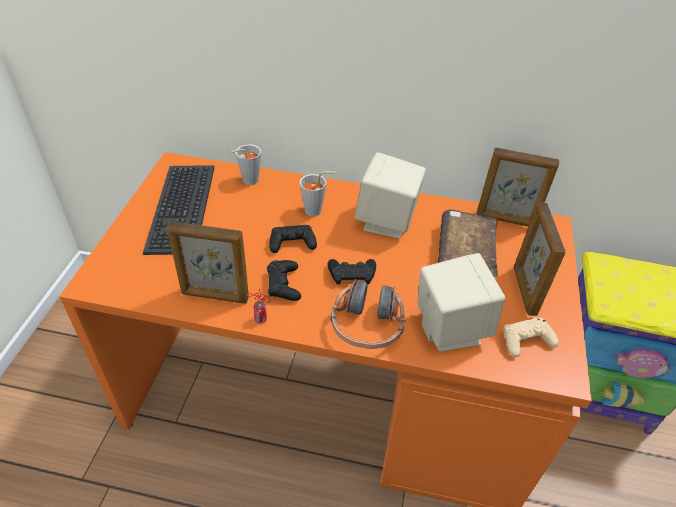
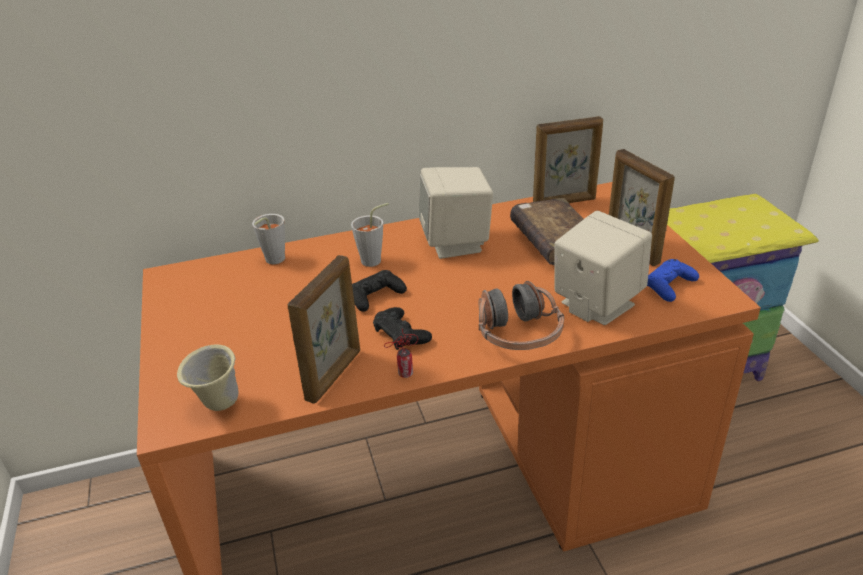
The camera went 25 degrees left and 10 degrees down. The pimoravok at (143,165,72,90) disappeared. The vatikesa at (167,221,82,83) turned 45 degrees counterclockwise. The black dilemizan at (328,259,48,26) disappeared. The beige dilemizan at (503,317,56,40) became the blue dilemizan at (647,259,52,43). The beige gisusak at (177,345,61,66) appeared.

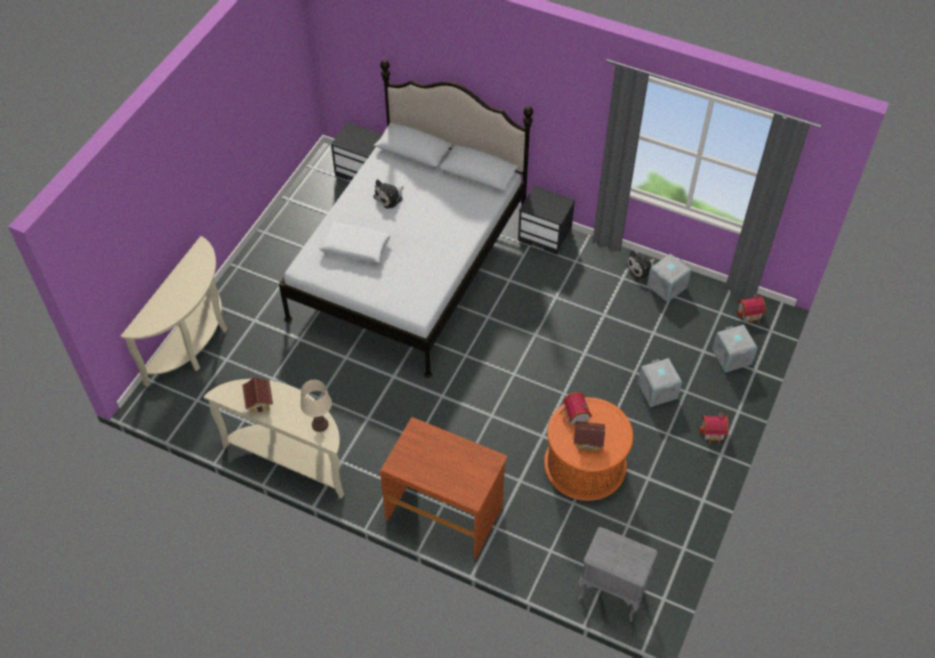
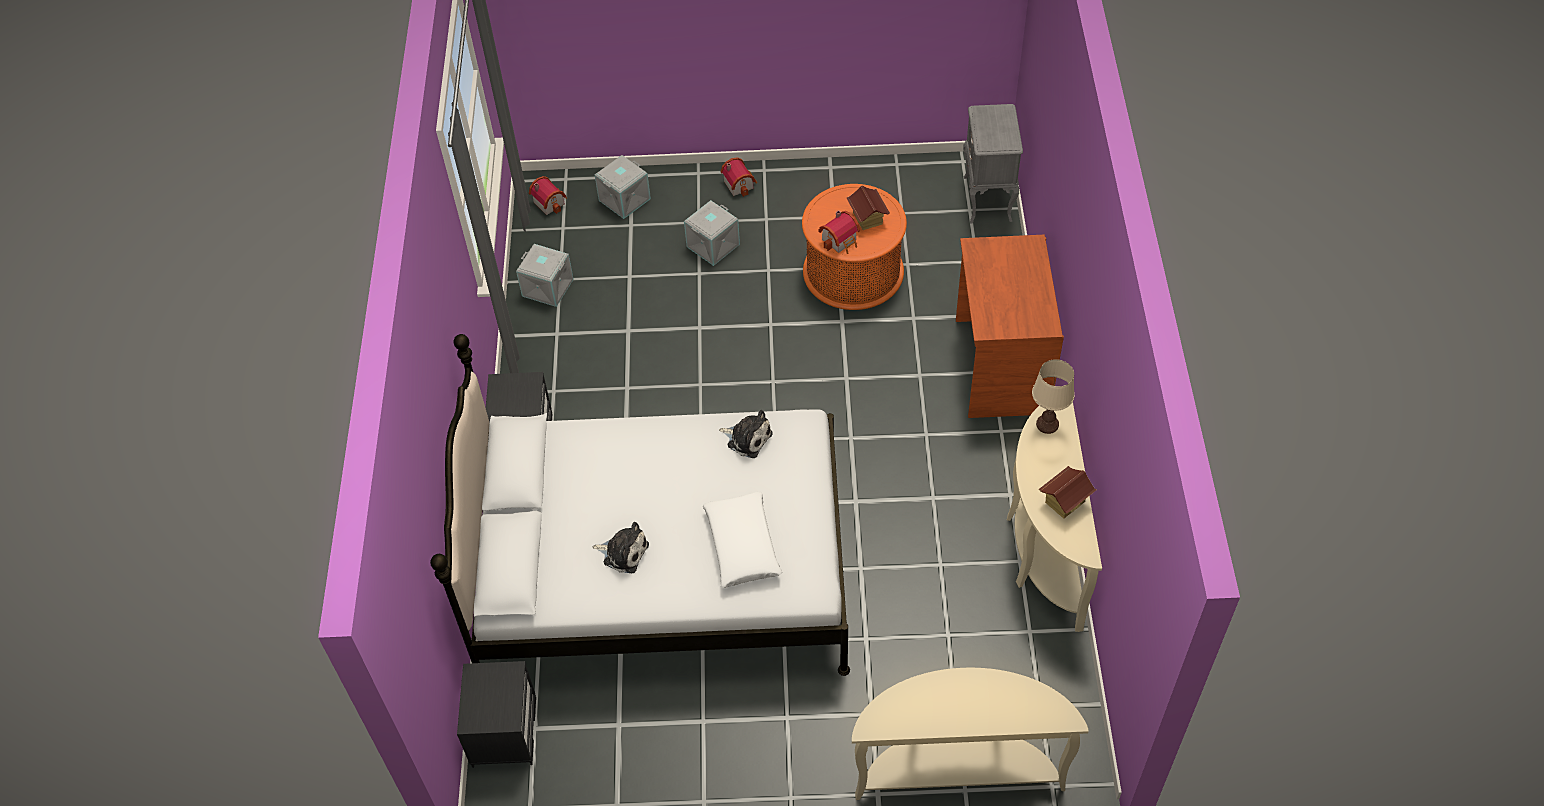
The camera went 115 degrees left and 0 degrees up. The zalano moved from (626,250,29,29) to (719,410,54,48).

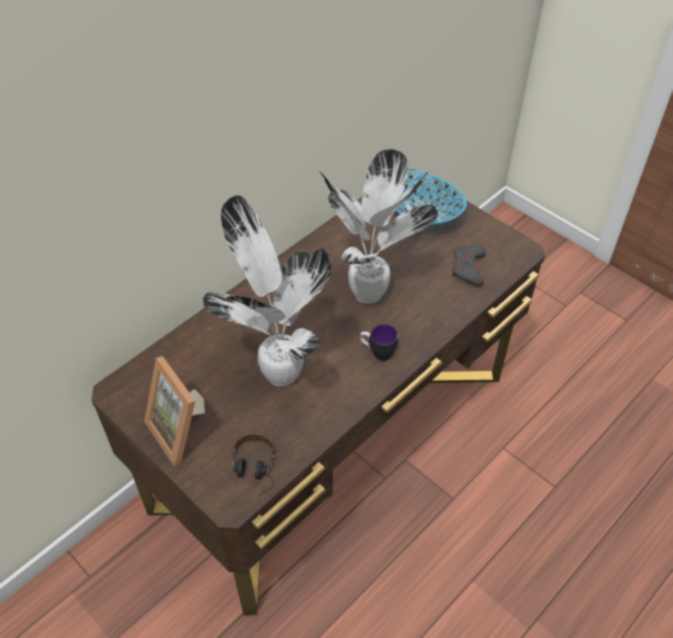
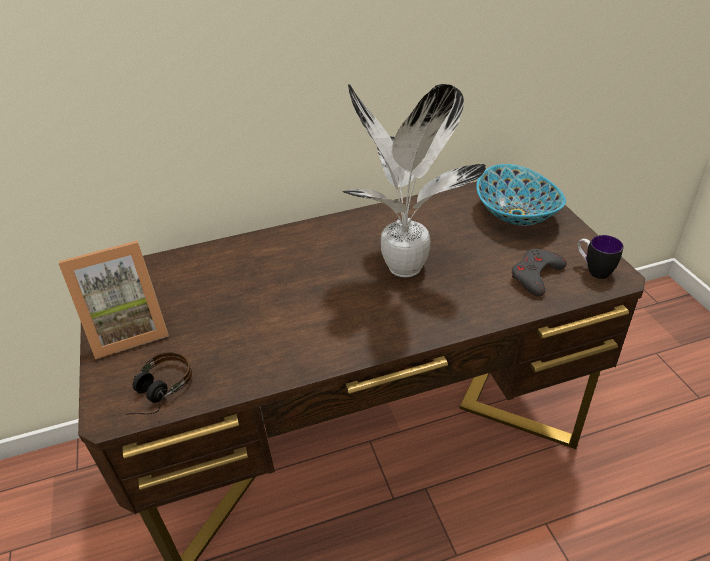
The camera went 30 degrees right and 10 degrees down. The vatikesa at (144,356,61,111) turned 105 degrees counterclockwise. The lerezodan at (203,195,128,191) disappeared. The gisusak moved from (360,324,38,37) to (577,235,46,44).

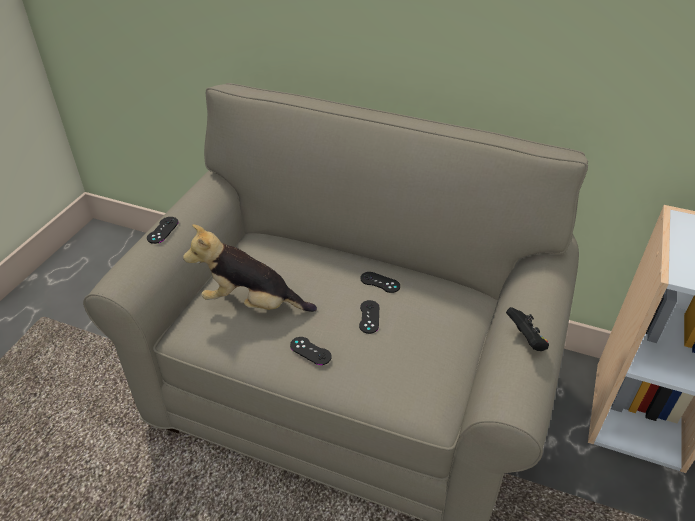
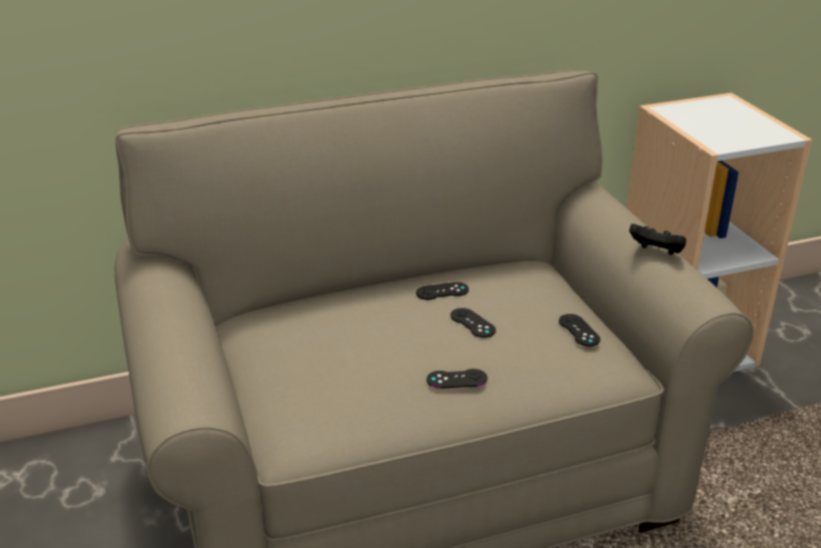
The camera went 40 degrees left and 10 degrees down. The black dilemizan moved from (147,217,32,27) to (559,314,41,33). The zalano at (183,224,134,88) disappeared.

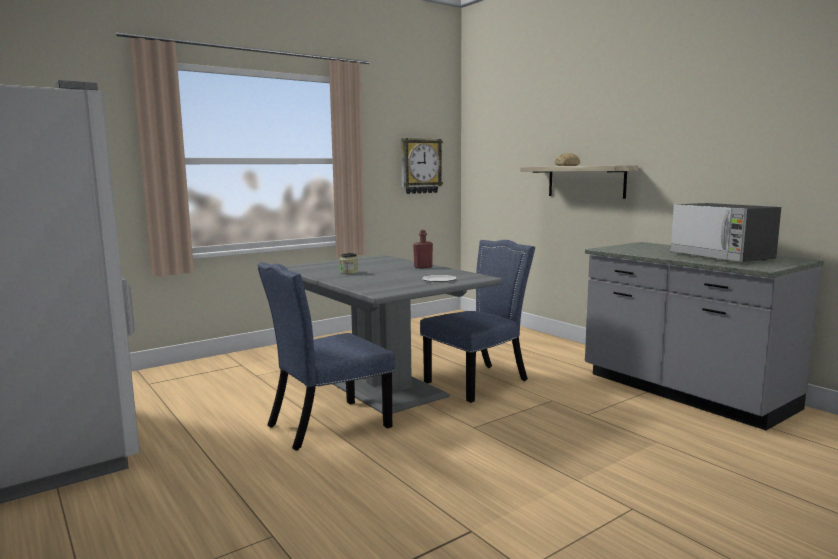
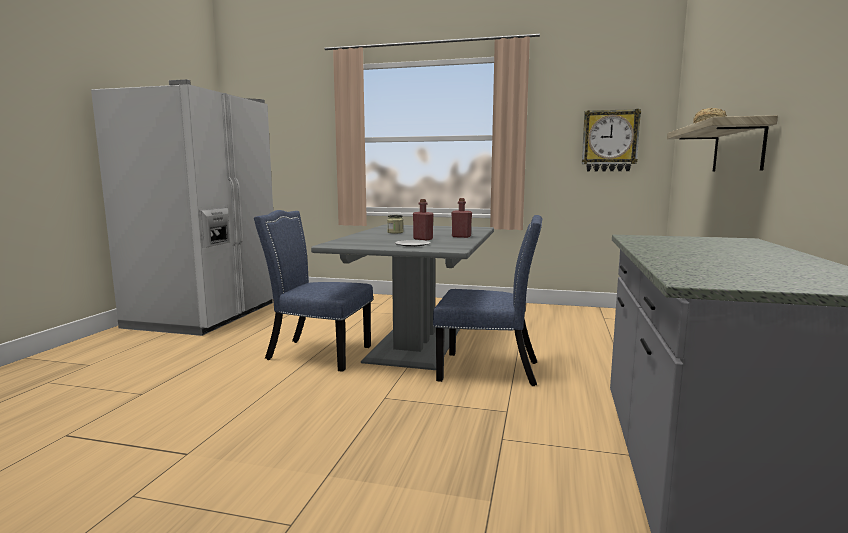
The camera went 50 degrees right and 0 degrees up. The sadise at (670,203,111,60) disappeared. The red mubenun at (413,199,20,41) appeared.

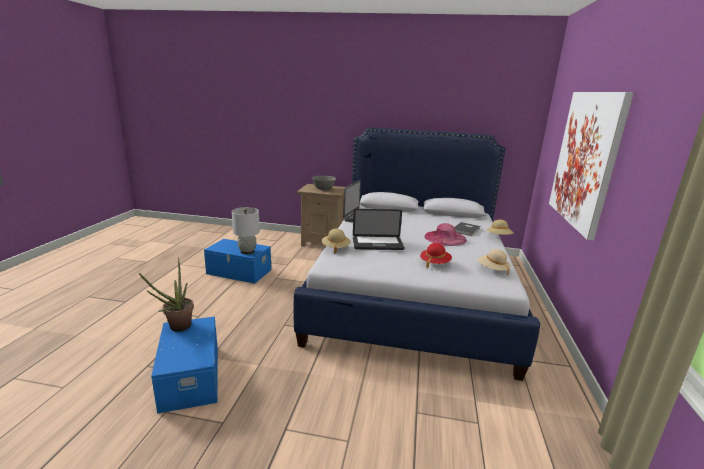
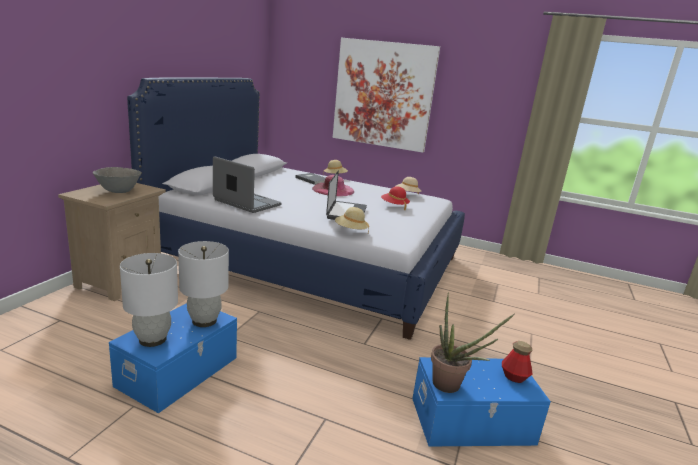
The camera went 80 degrees left and 0 degrees up. The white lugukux at (120,253,58,94) appeared. The mubenun at (502,341,31,42) appeared.

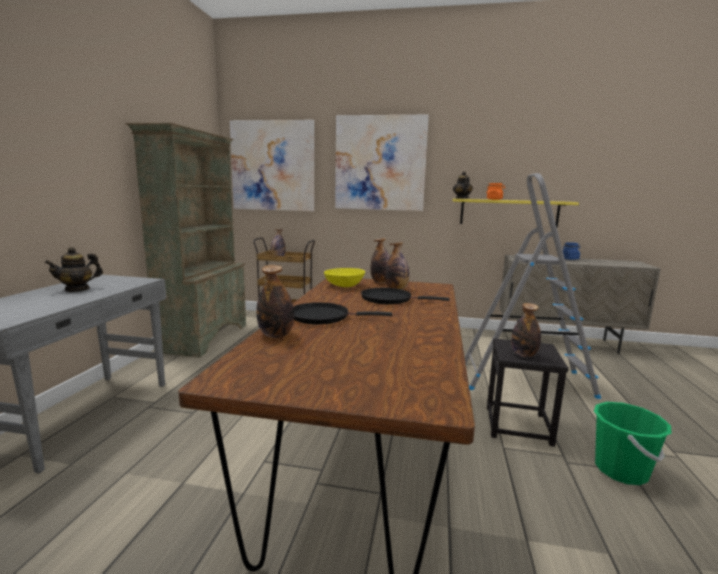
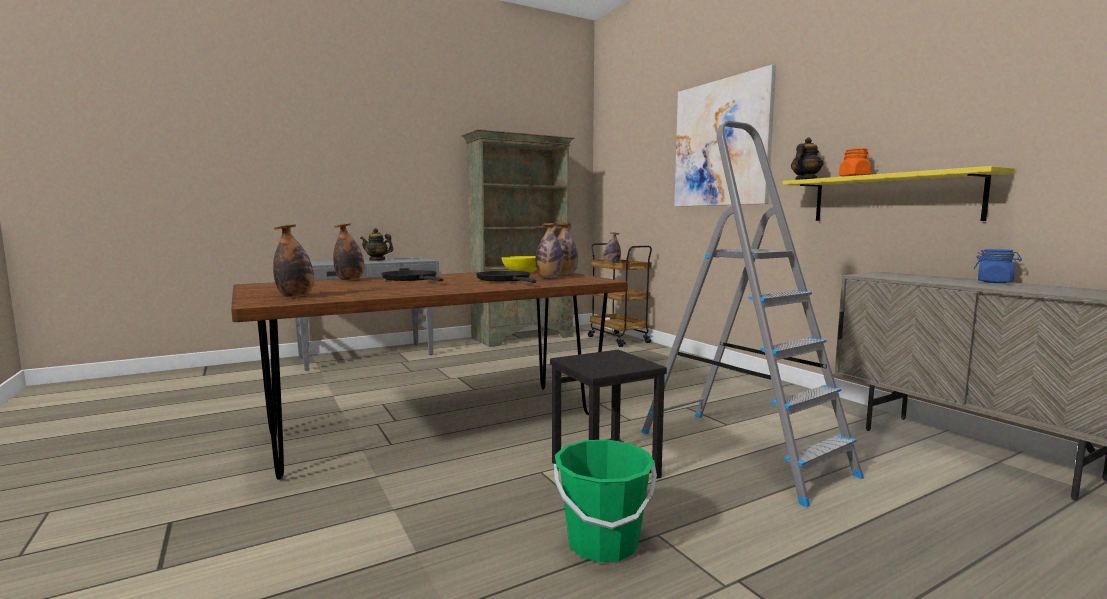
The camera went 50 degrees right and 5 degrees down. The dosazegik at (230,120,84,91) disappeared. The mubenun moved from (511,303,30,54) to (273,224,41,73).

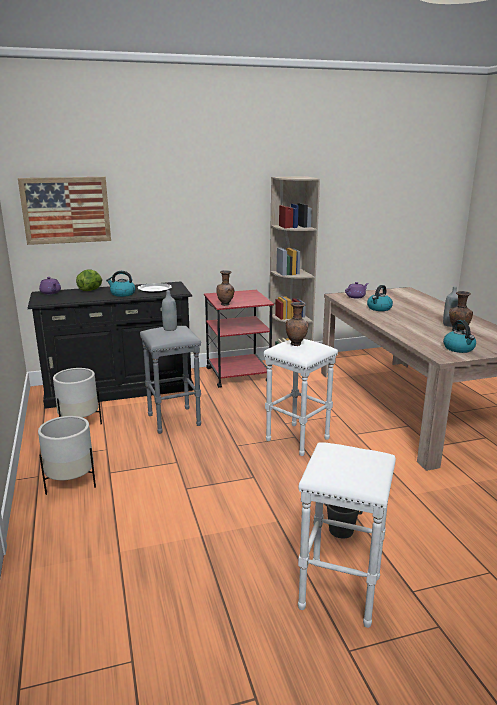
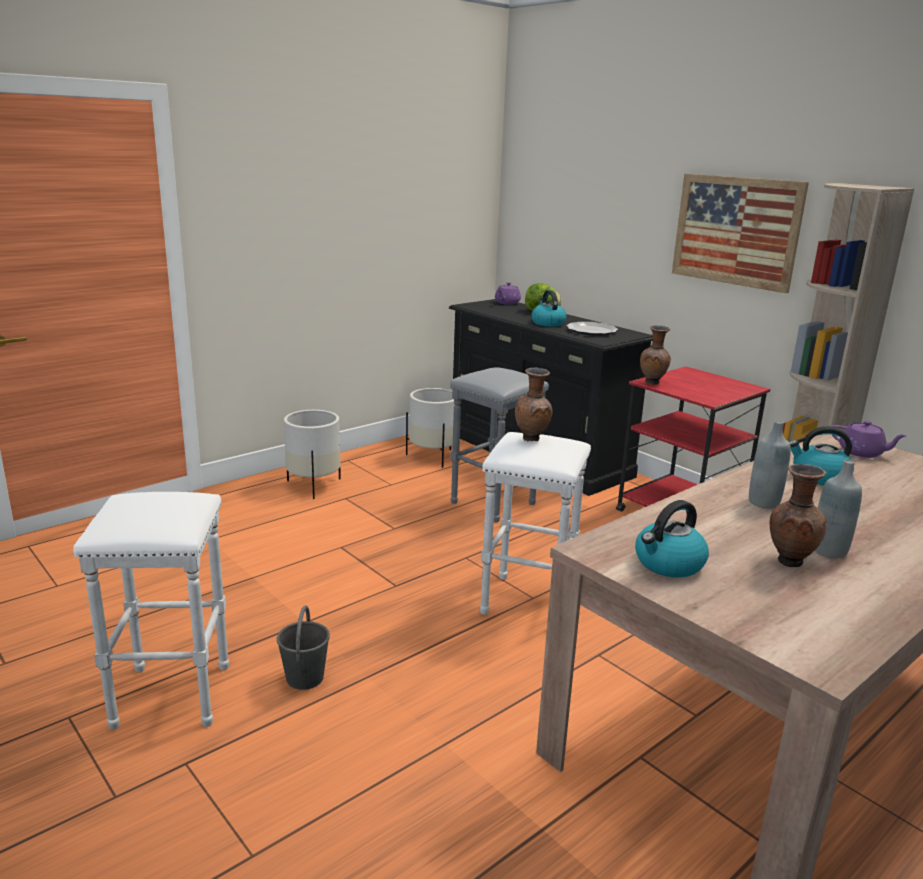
The camera went 65 degrees right and 0 degrees up. The dosazegik moved from (18,177,93,68) to (672,174,137,119). The grey mubenun moved from (162,290,15,41) to (749,421,42,88).

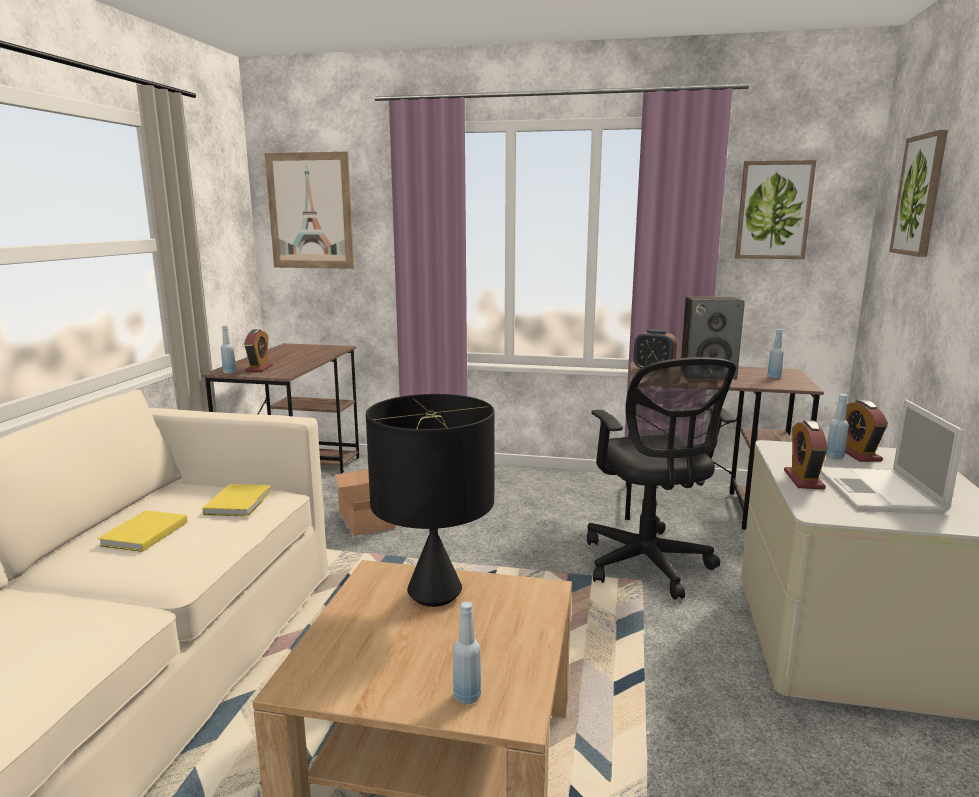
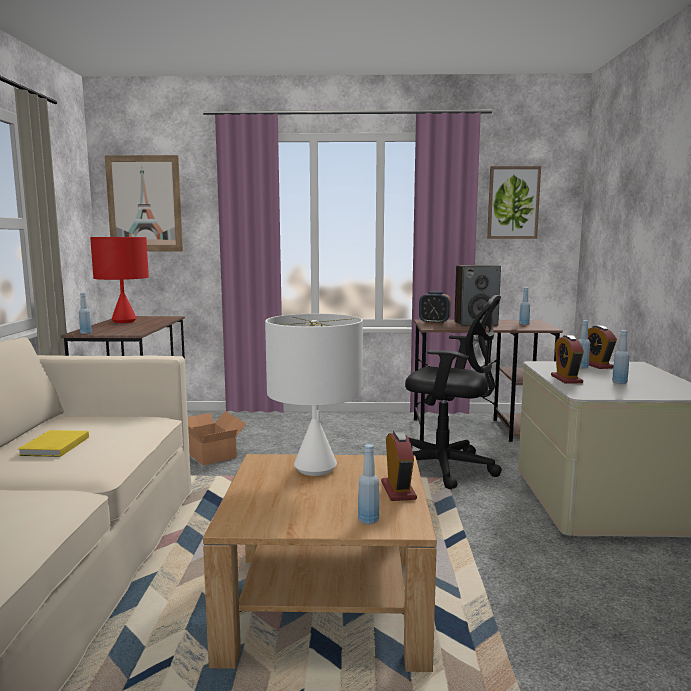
The camera went 10 degrees left and 5 degrees down. The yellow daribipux at (202,484,70,33) disappeared. The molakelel moved from (244,329,29,43) to (381,430,36,71). The black lugukux at (366,394,129,213) became the white lugukux at (265,314,98,162). The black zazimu at (587,357,149,243) turned 45 degrees counterclockwise. The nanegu at (820,400,145,114) was replaced by the blue mubenun at (612,330,18,54). The dosazegik at (889,130,59,127) disappeared. The red lugukux at (90,237,59,86) appeared.

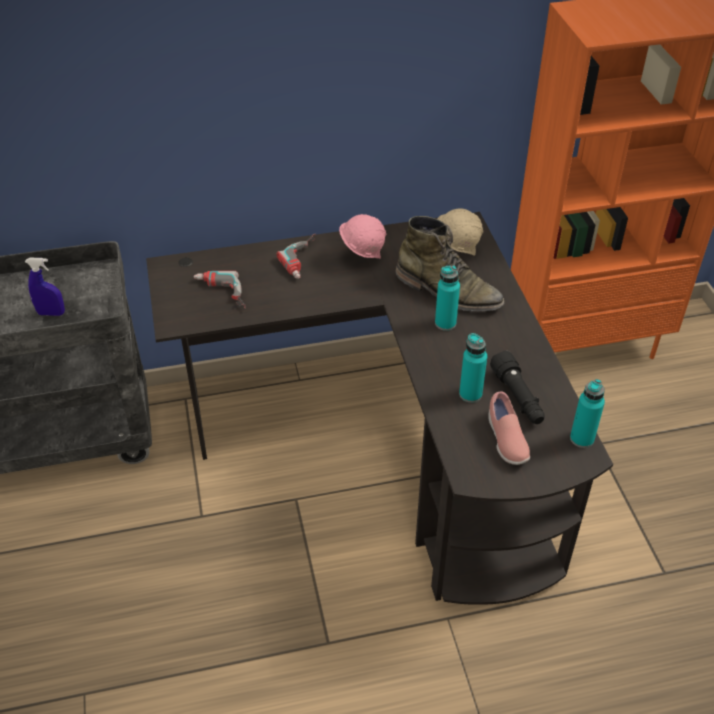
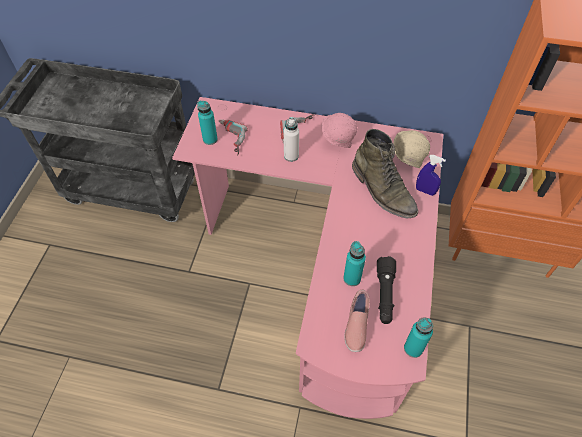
The camera went 25 degrees right and 10 degrees up. The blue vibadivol moved from (25,258,40,58) to (416,155,30,41). The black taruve at (146,212,467,393) became the pink taruve at (172,97,271,322). The turquoise mubenun moved from (435,265,25,66) to (197,101,21,44). The white mubenun at (284,117,15,45) appeared.

